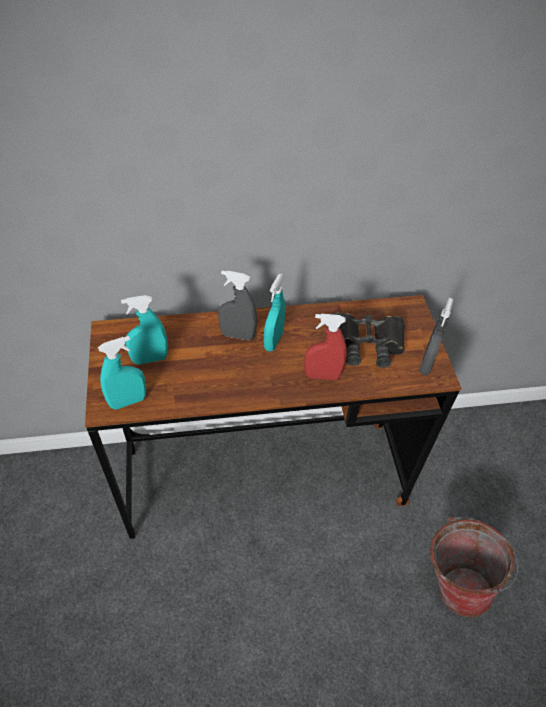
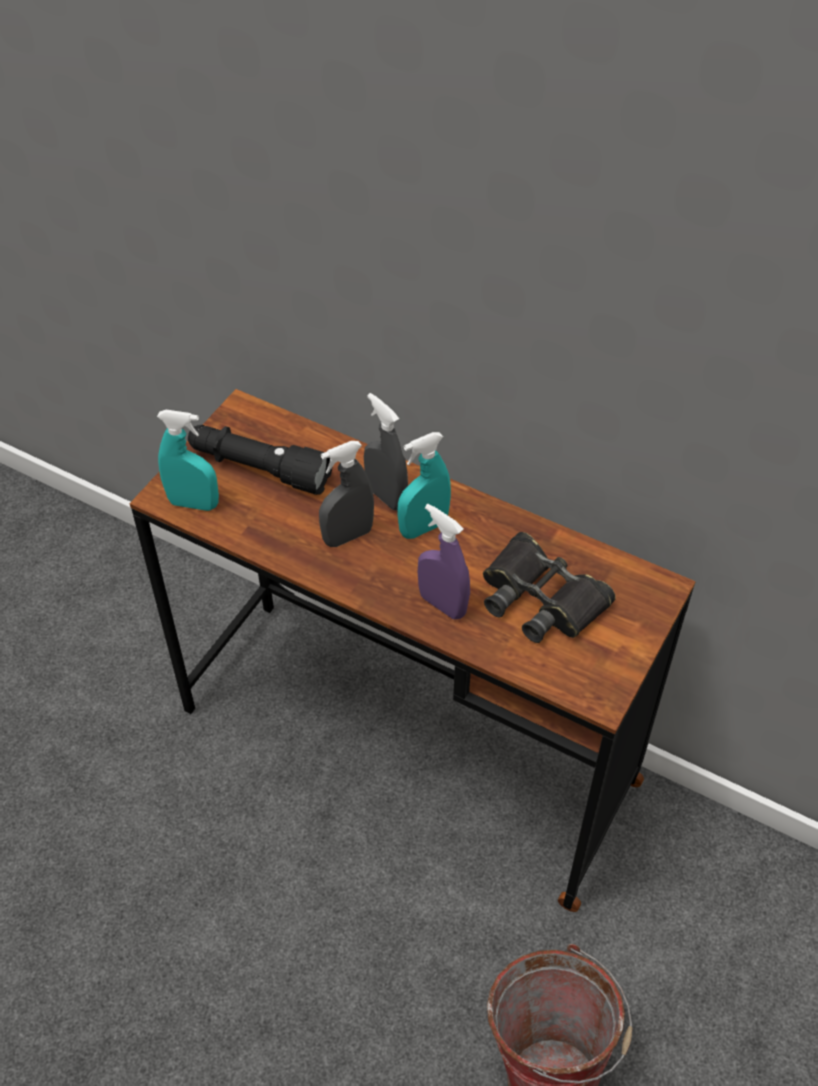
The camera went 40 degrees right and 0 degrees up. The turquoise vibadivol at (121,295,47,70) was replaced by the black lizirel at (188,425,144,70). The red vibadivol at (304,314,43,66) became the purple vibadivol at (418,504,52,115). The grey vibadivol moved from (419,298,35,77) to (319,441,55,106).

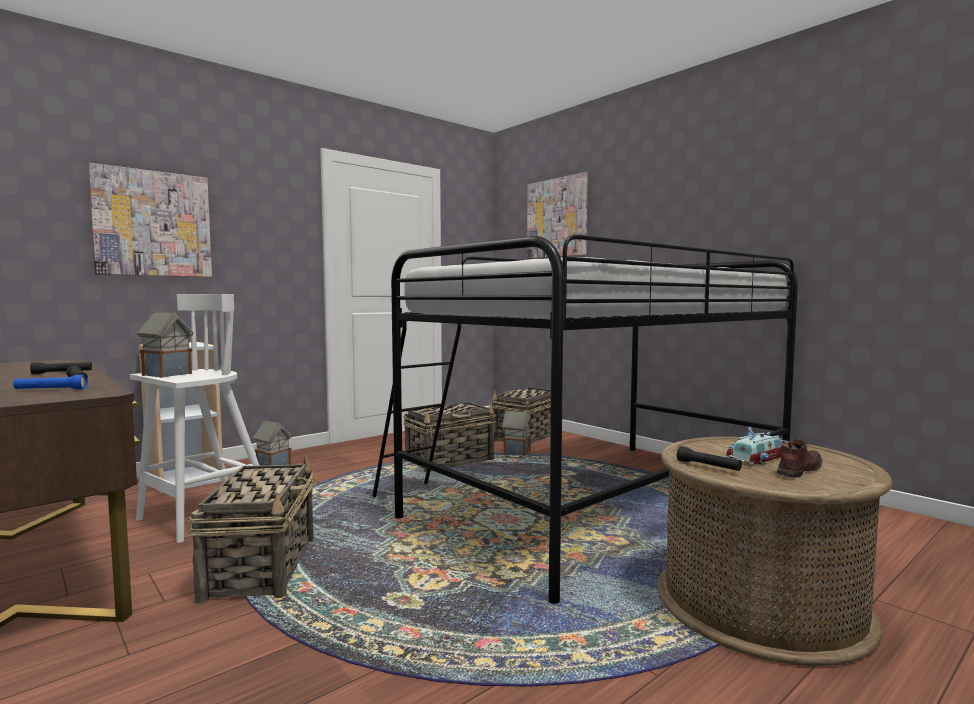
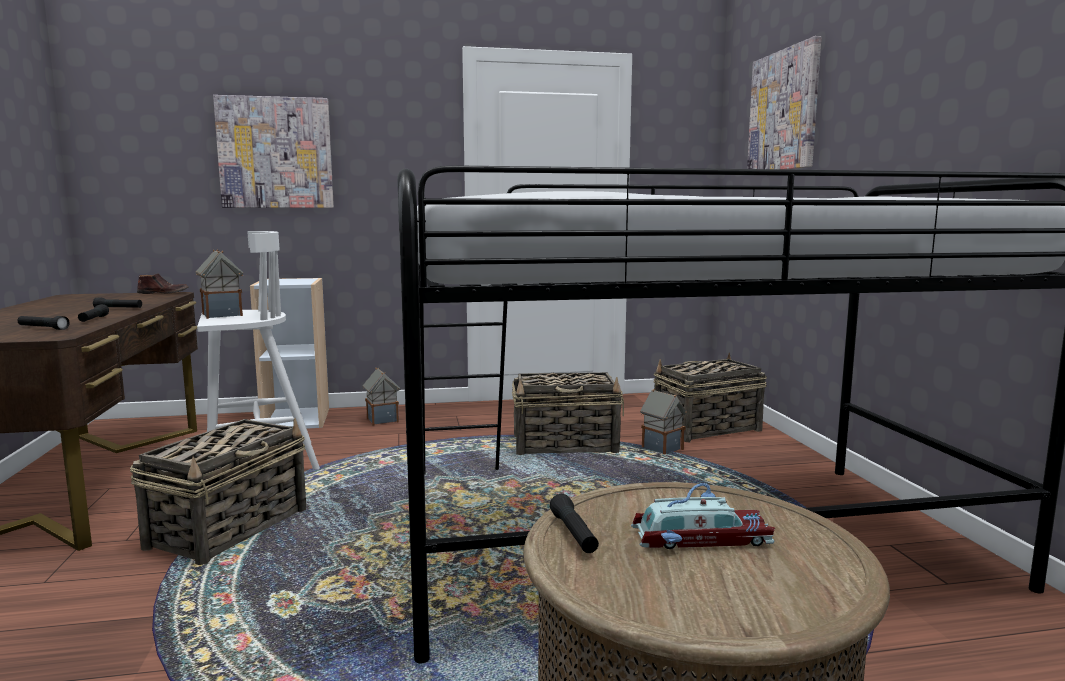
The camera went 30 degrees right and 5 degrees up. The blue lizirel at (13,375,75,14) became the black lizirel at (18,316,52,14). The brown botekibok moved from (776,439,47,39) to (137,273,51,21).

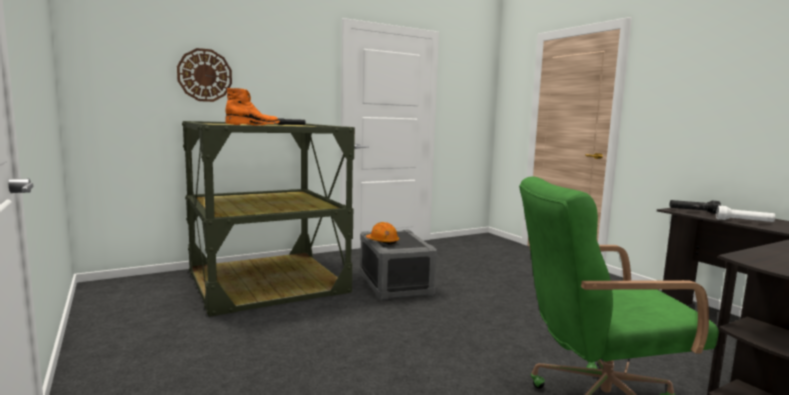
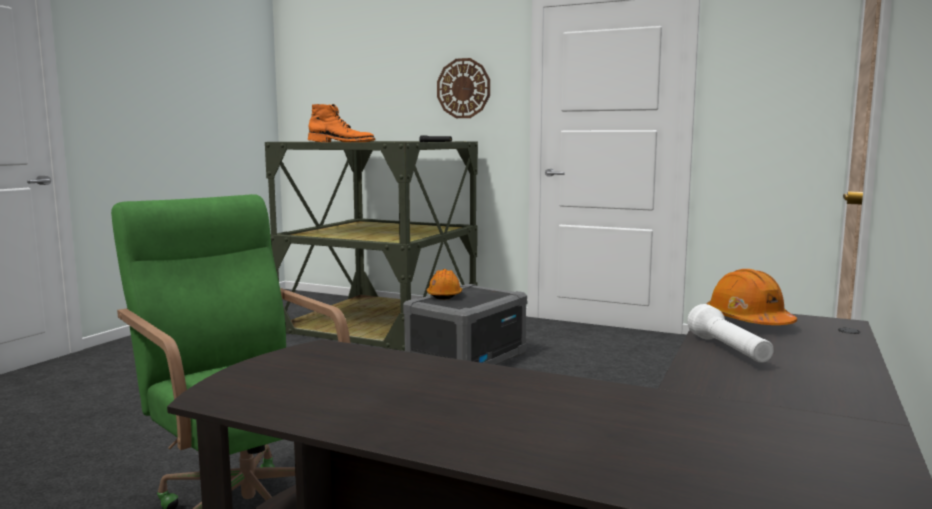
The camera went 55 degrees right and 0 degrees up. The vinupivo moved from (177,48,55,54) to (437,58,53,60). The black lizirel at (670,200,51,14) was replaced by the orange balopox at (707,269,90,56).

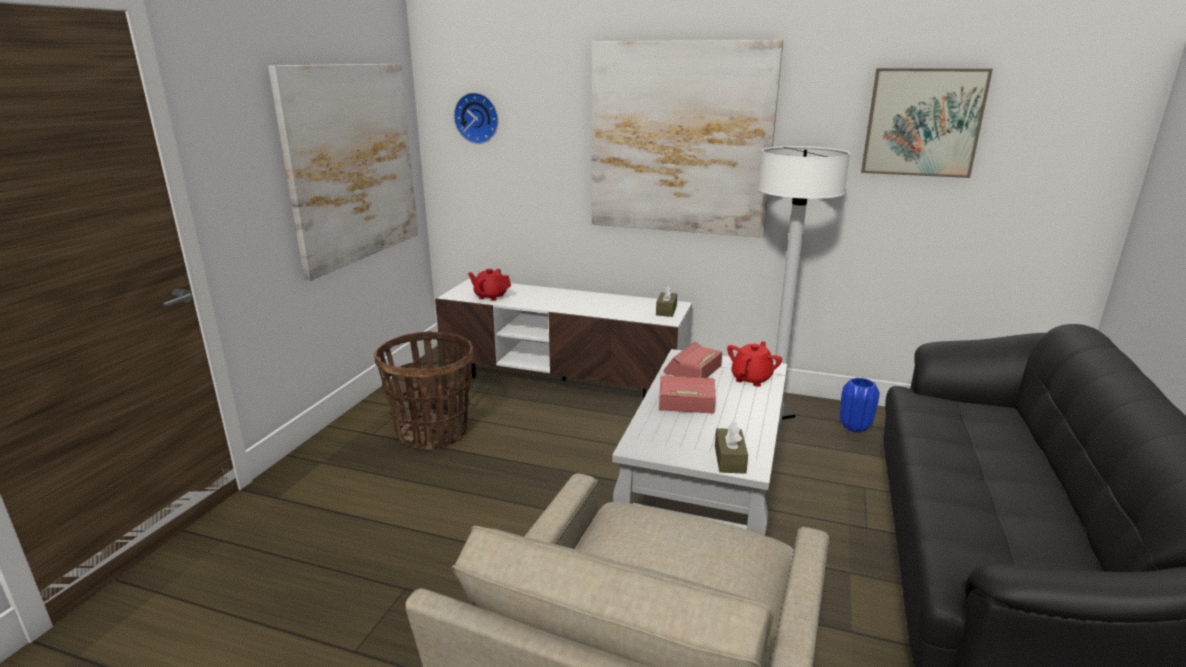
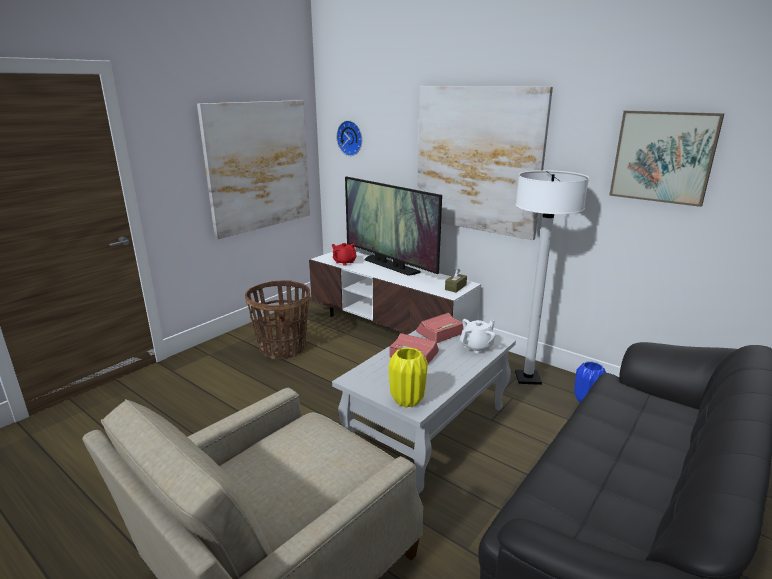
The camera went 20 degrees right and 0 degrees up. The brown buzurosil at (715,422,33,52) was replaced by the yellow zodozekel at (389,347,39,61). The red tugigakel at (727,341,55,46) became the white tugigakel at (460,319,36,35). The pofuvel at (345,177,97,99) appeared.

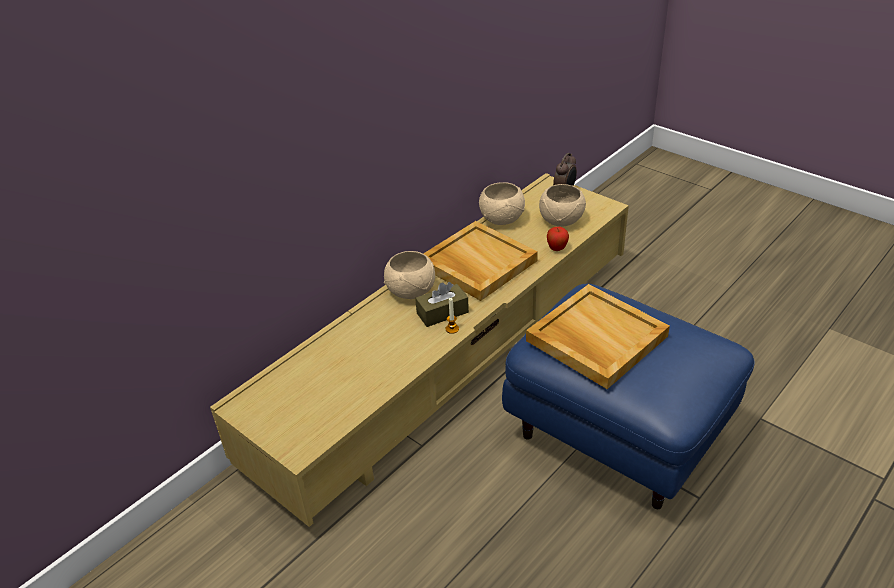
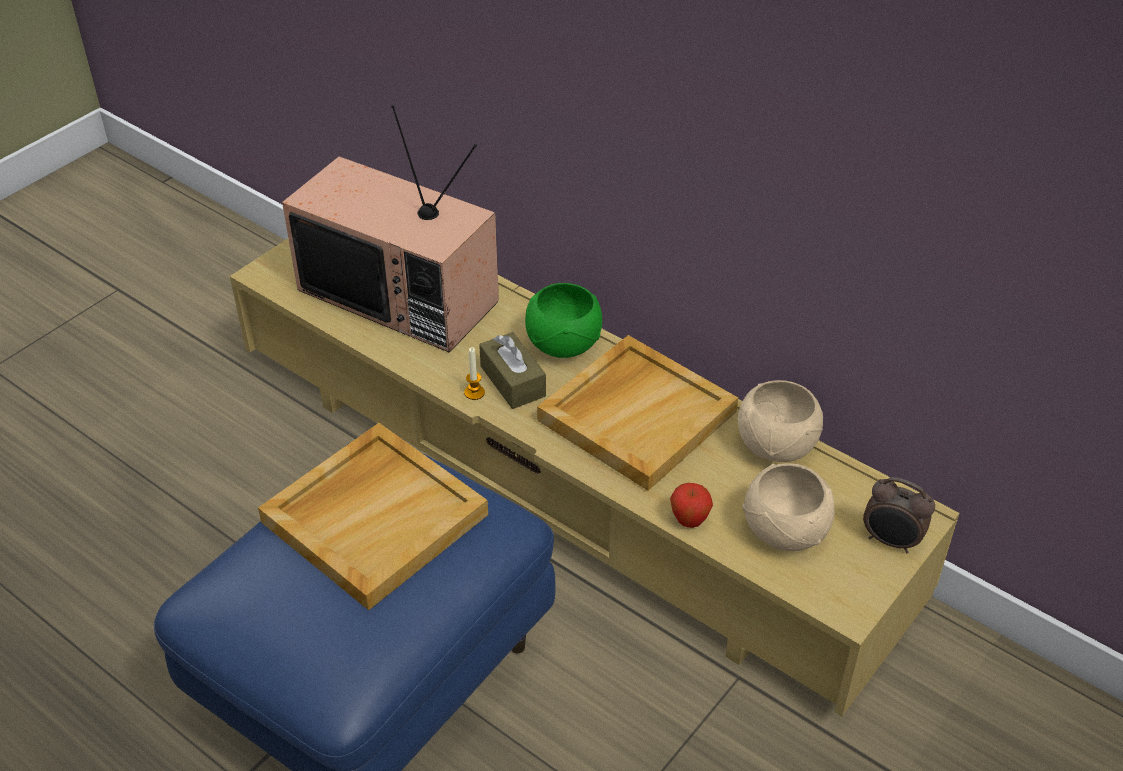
The camera went 85 degrees right and 5 degrees up. The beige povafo at (384,251,51,48) became the green povafo at (525,283,77,75). The pofuvel at (282,105,217,248) appeared.

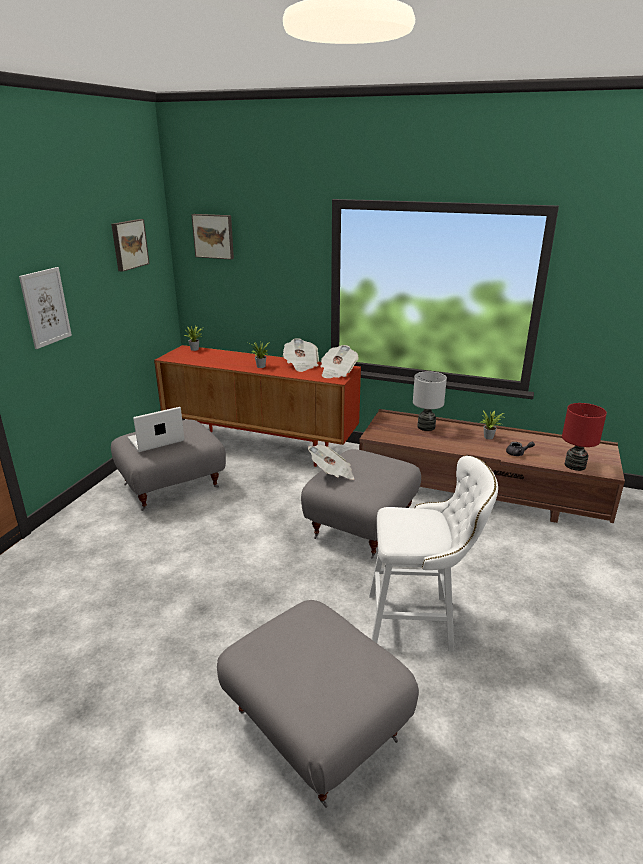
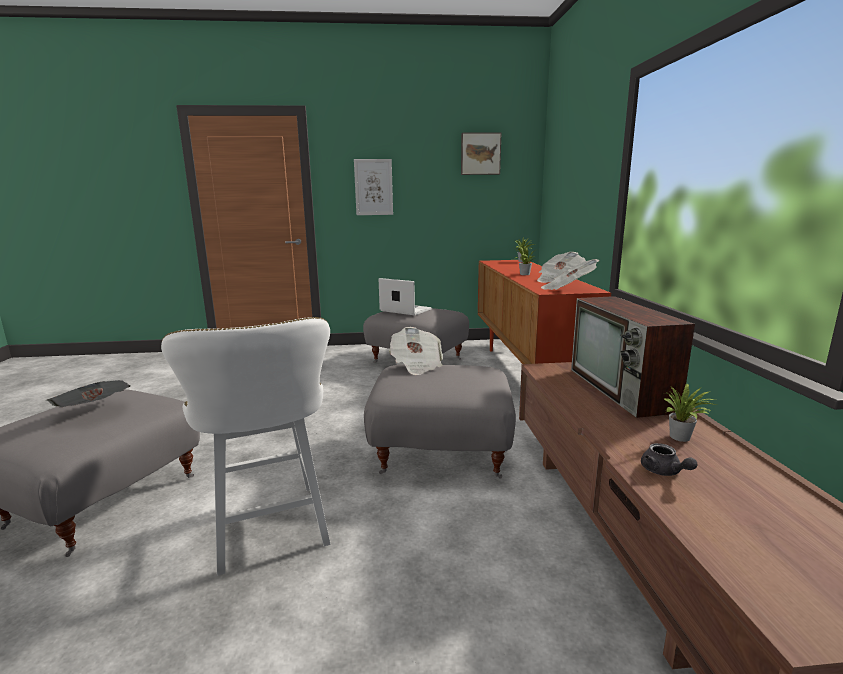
The camera went 65 degrees right and 10 degrees down. The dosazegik at (191,214,43,46) disappeared. The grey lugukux at (413,371,34,60) was replaced by the pofuvel at (571,296,124,122). The red lugukux at (562,403,45,68) disappeared. The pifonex at (46,380,85,27) appeared.

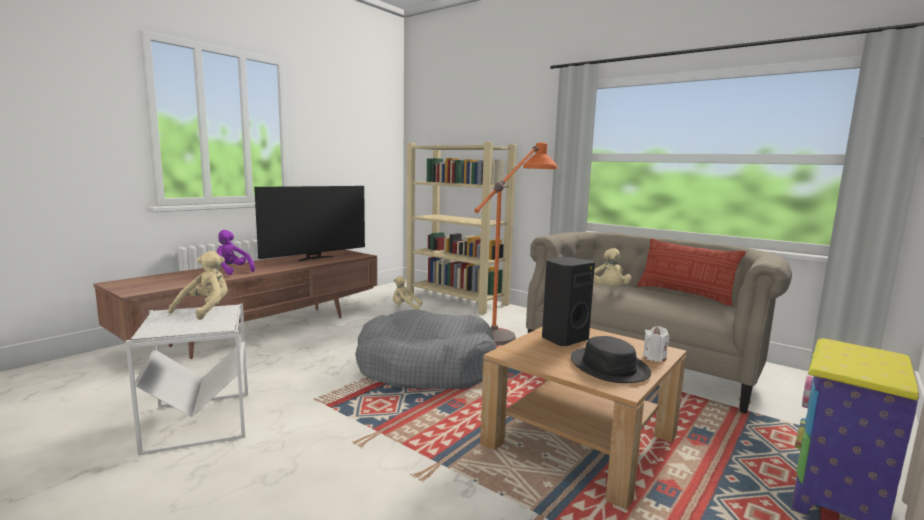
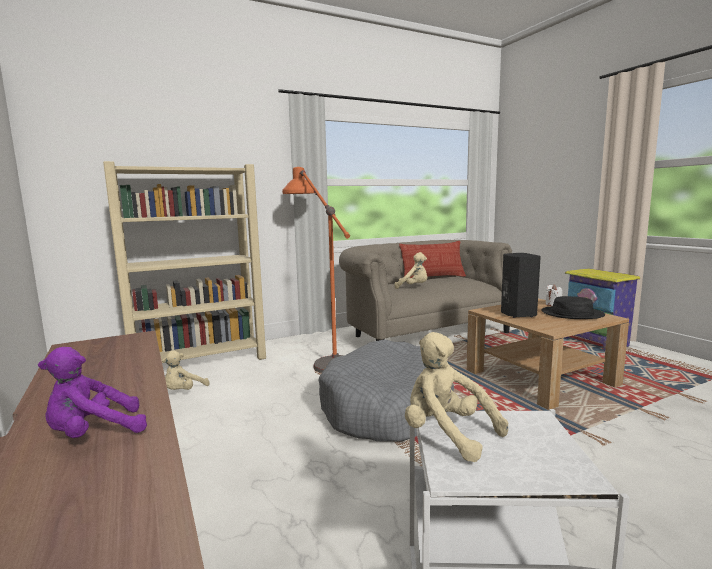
The camera went 65 degrees left and 0 degrees up. The pofuvel at (254,186,111,75) disappeared.

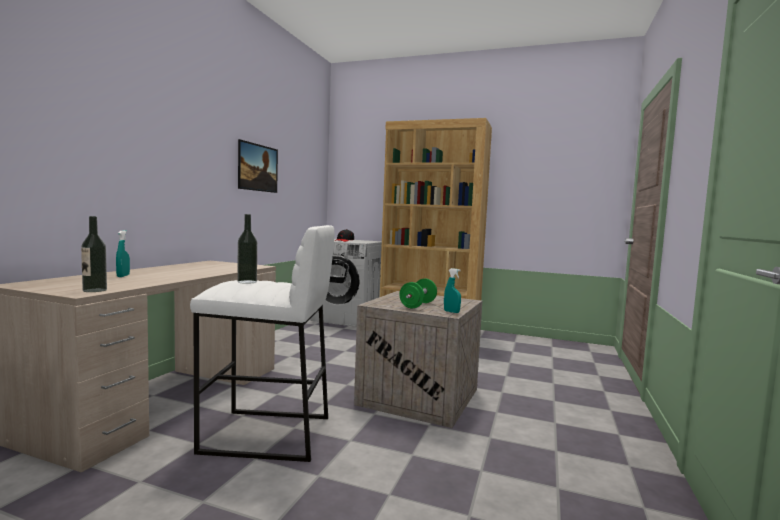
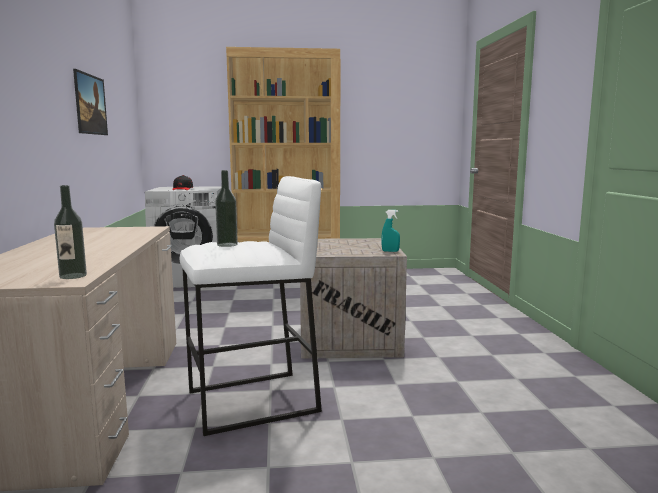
The camera went 25 degrees left and 5 degrees up. The turquoise vibadivol at (116,230,14,47) disappeared. The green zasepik at (399,278,38,30) disappeared.

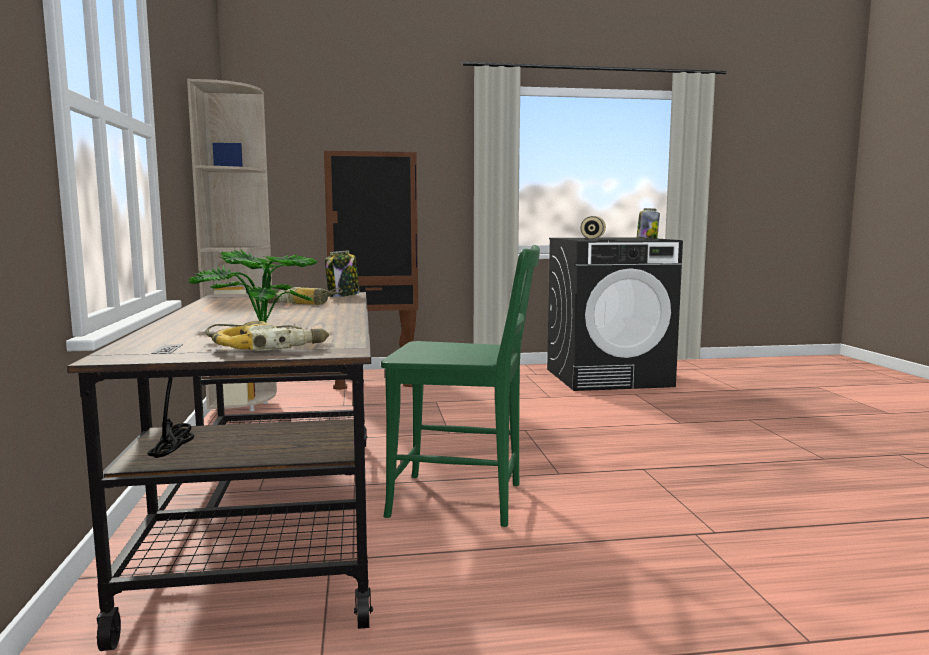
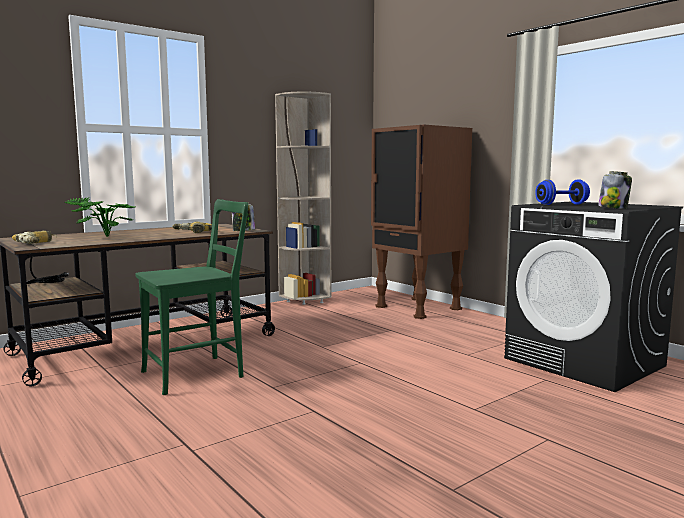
The camera went 60 degrees right and 0 degrees up. The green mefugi at (381,245,159,282) turned 105 degrees counterclockwise. The beige zasepik at (580,216,26,24) became the blue zasepik at (535,179,55,26).

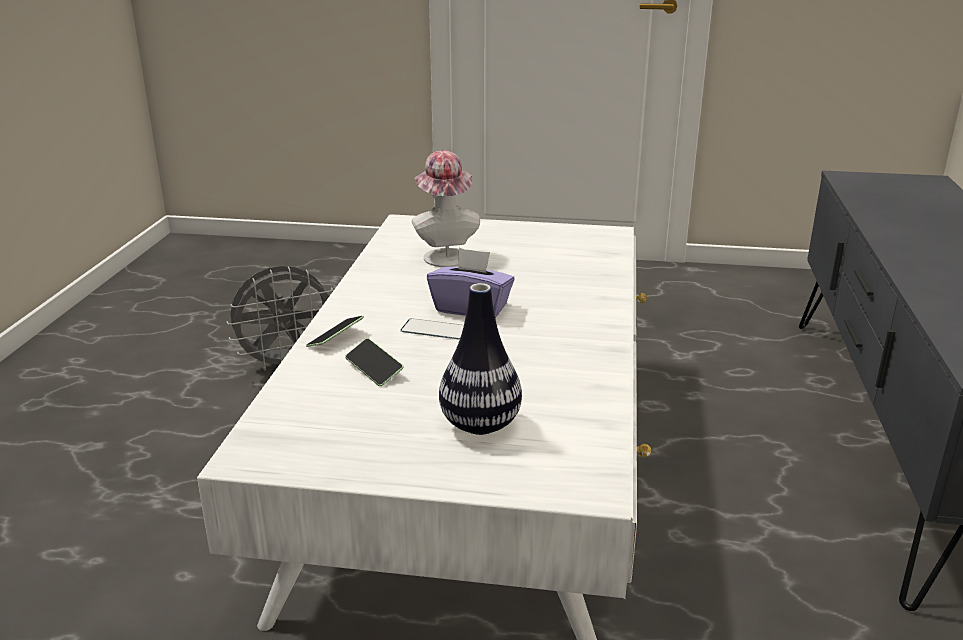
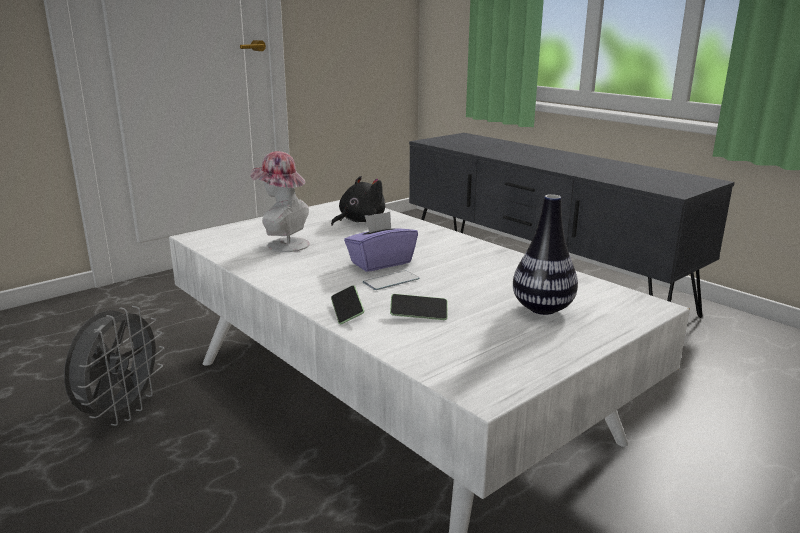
The camera went 50 degrees left and 5 degrees down. The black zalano at (331,176,54,50) appeared.

